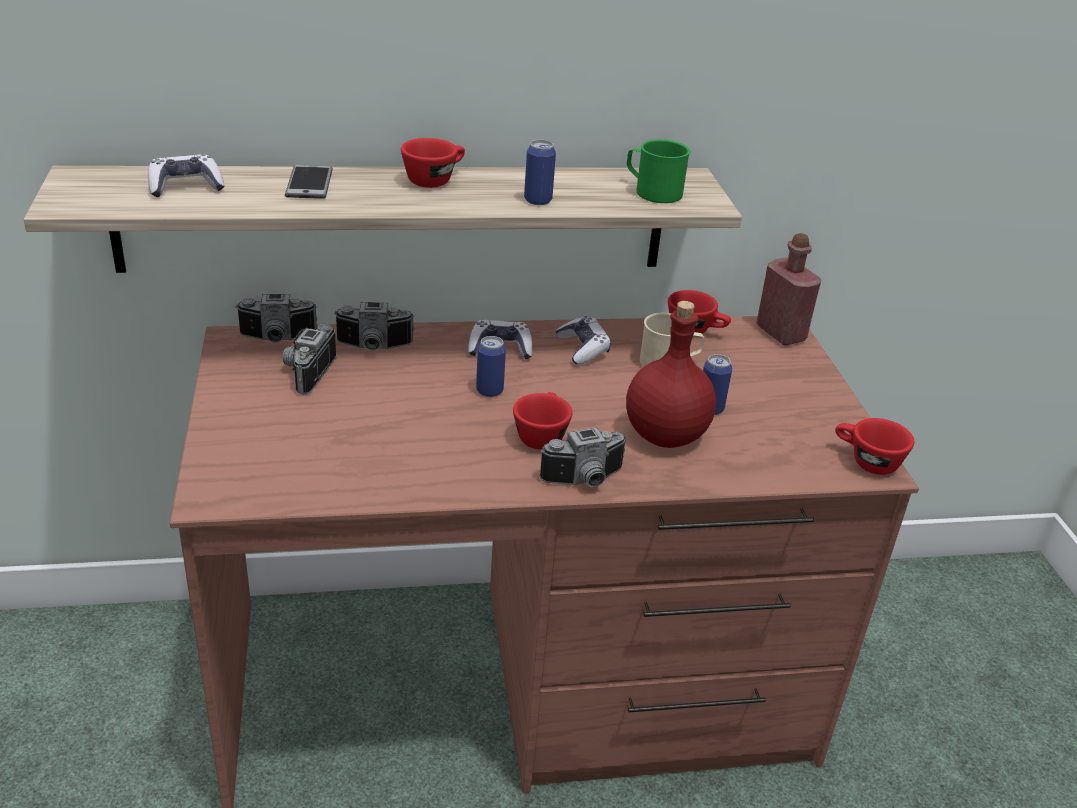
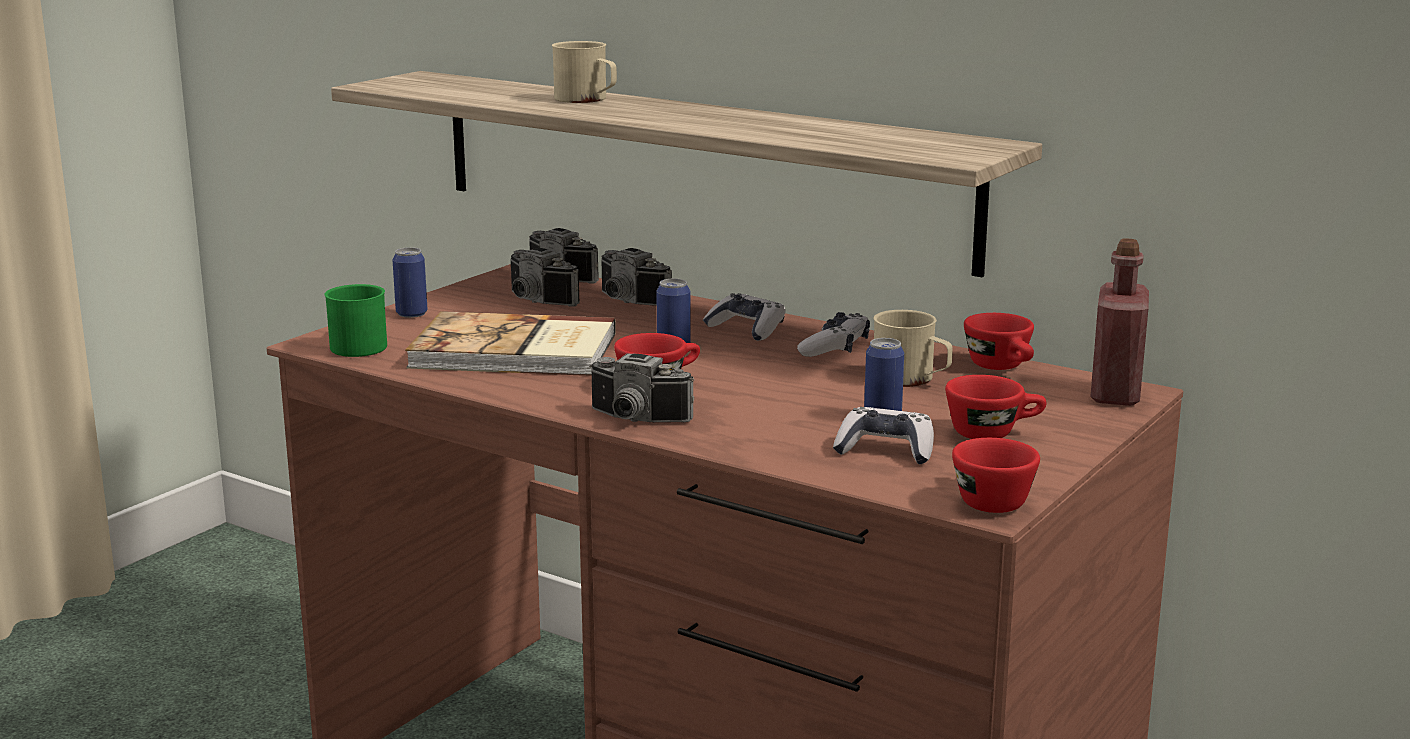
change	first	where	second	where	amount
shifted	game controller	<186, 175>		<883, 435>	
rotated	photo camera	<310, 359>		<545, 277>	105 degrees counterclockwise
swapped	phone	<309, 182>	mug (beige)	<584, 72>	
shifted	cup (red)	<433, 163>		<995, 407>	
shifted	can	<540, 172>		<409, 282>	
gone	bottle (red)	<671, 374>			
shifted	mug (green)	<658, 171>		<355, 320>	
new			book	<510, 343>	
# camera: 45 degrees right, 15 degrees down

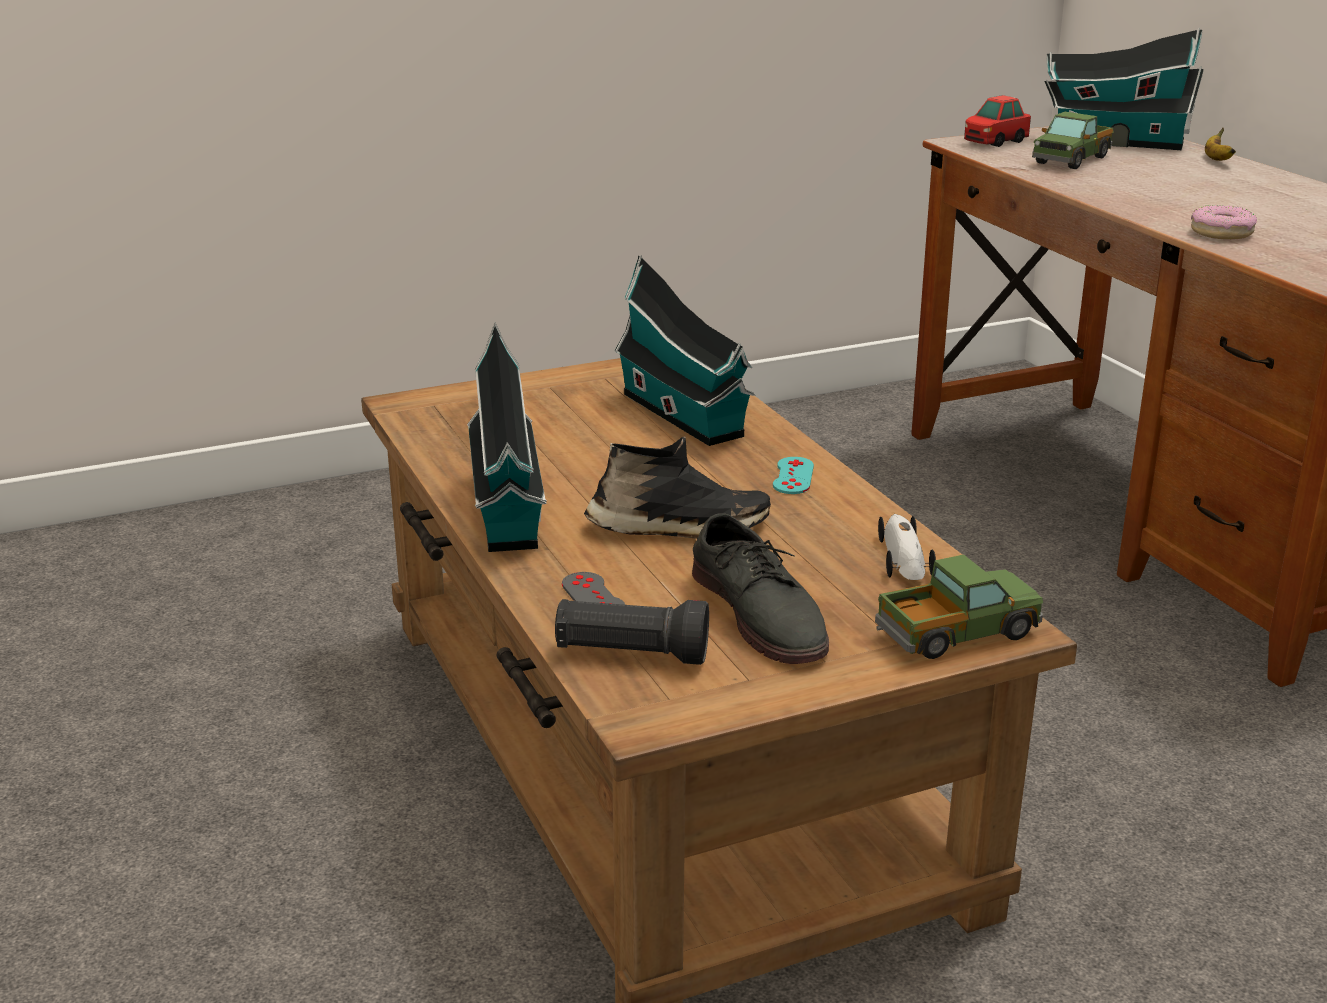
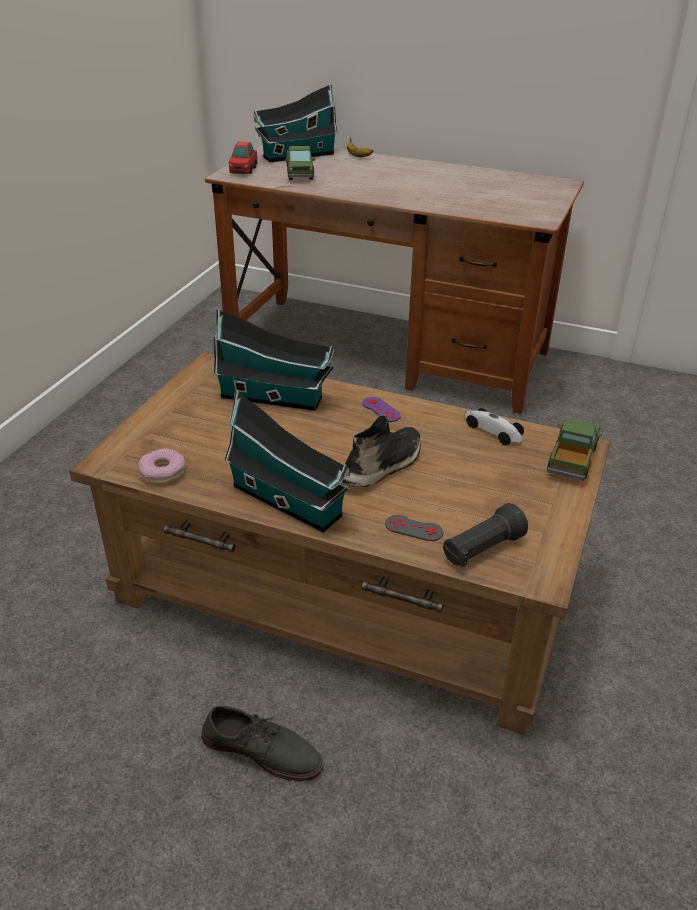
change	first	where	second	where	amount
shifted	shoe (grey)	<760, 588>		<262, 744>	
repainted	game controller (turquoise)	<793, 475>	game controller (purple)	<381, 409>	
shifted	donut	<1224, 222>		<161, 466>	
# camera: 45 degrees left, 10 degrees up

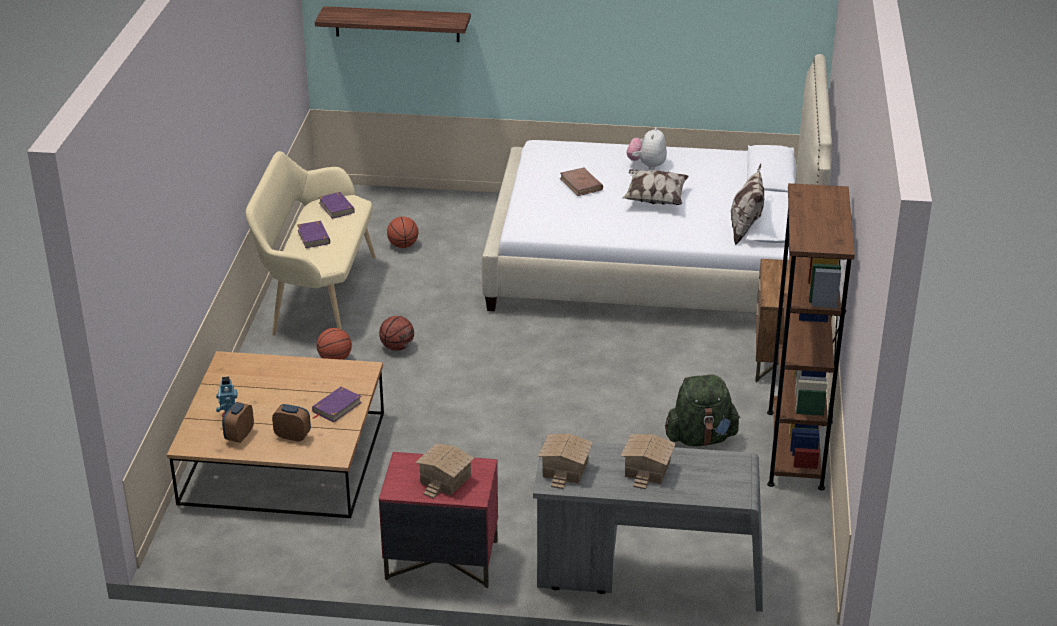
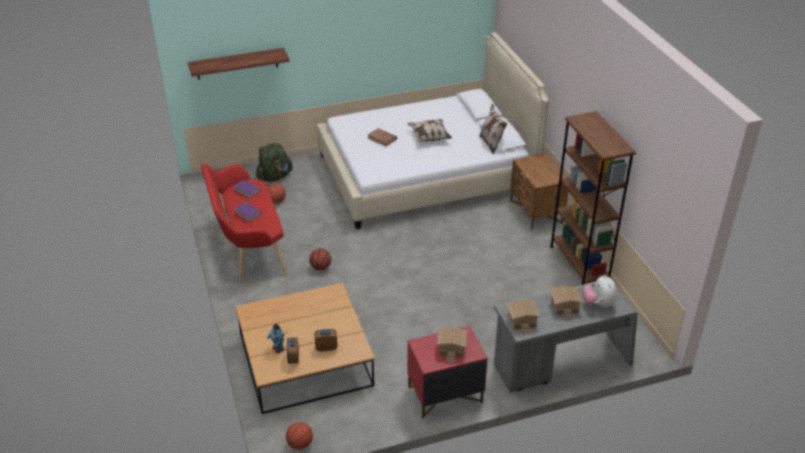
change	first	where	second	where	amount
repainted	bench (beige)	<311, 243>	bench (red)	<244, 223>	
gone	book (purple)	<337, 404>			
shifted	basketball	<334, 344>		<299, 436>	
shifted	plush toy	<647, 148>		<599, 291>	
shifted	backpack (green)	<702, 410>		<274, 162>	
# camera: 25 degrees left, 5 degrees up

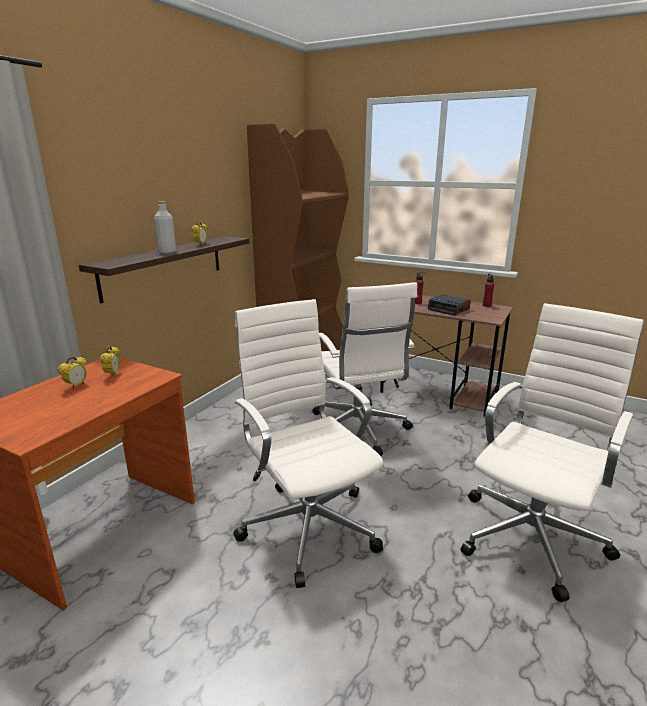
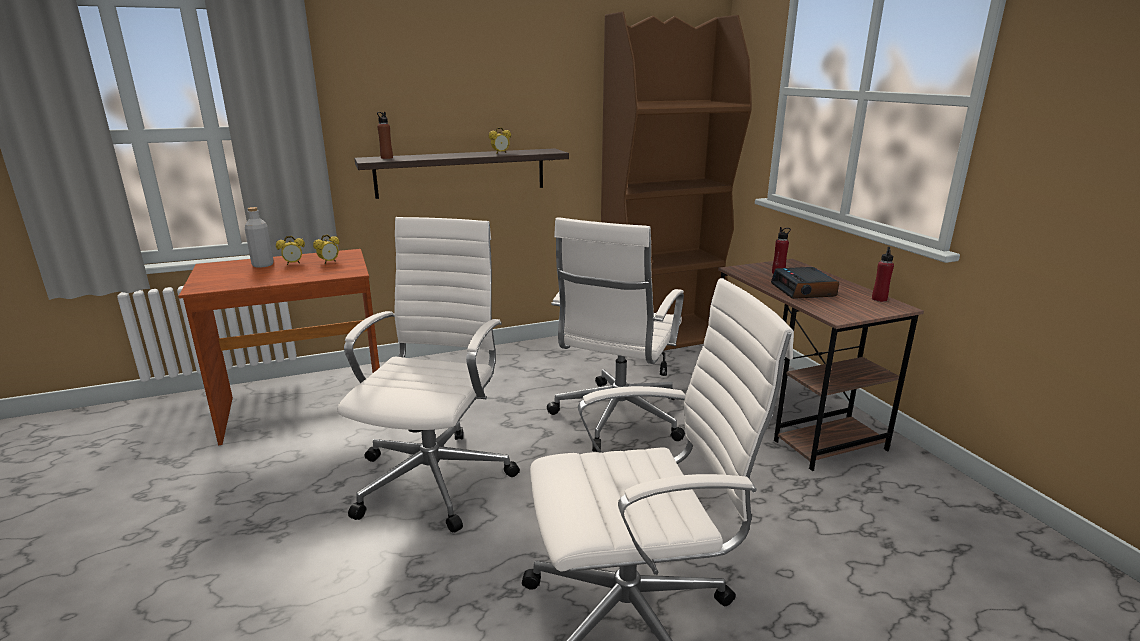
change	first	where	second	where	amount
shifted	bottle (grey)	<165, 227>		<259, 237>	
new			bottle (brown)	<385, 135>	
# camera: 40 degrees right, 0 degrees up

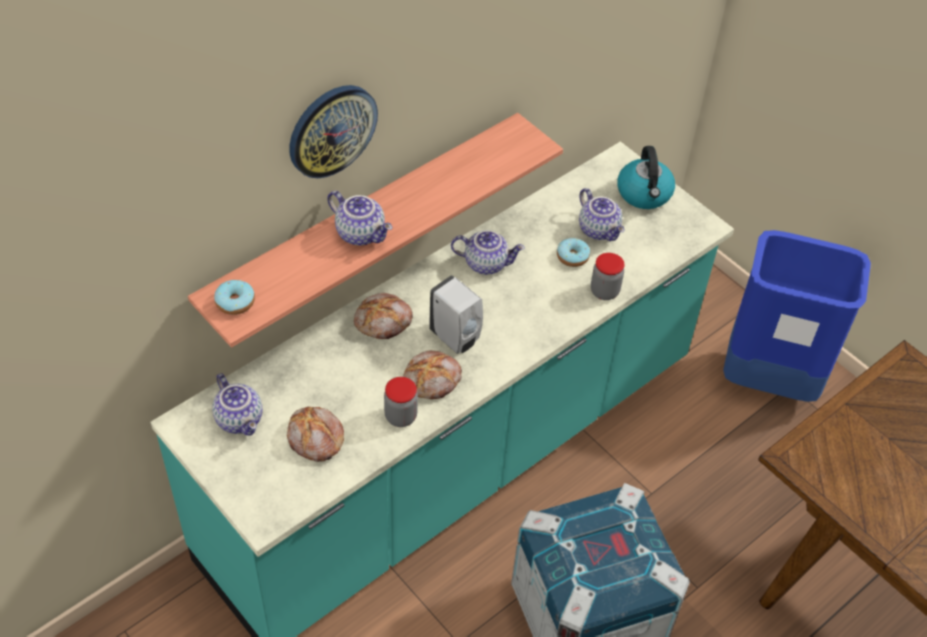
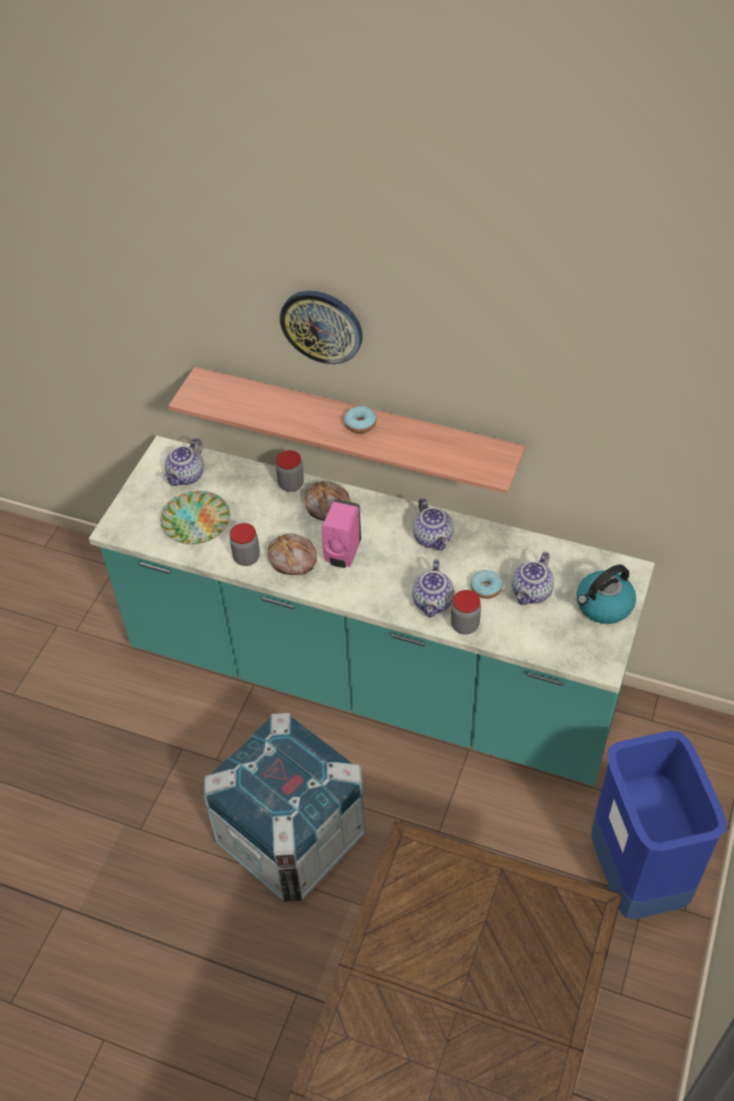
change	first	where	second	where	amount
shifted	donut	<234, 297>		<360, 419>	
swapped	bread	<315, 434>	plate	<195, 517>	
shifted	teapot	<359, 218>		<433, 588>	
repainted	soap dispenser (white)	<456, 314>	soap dispenser (pink)	<341, 533>	
new			jar	<290, 471>	
# camera: 65 degrees right, 0 degrees up

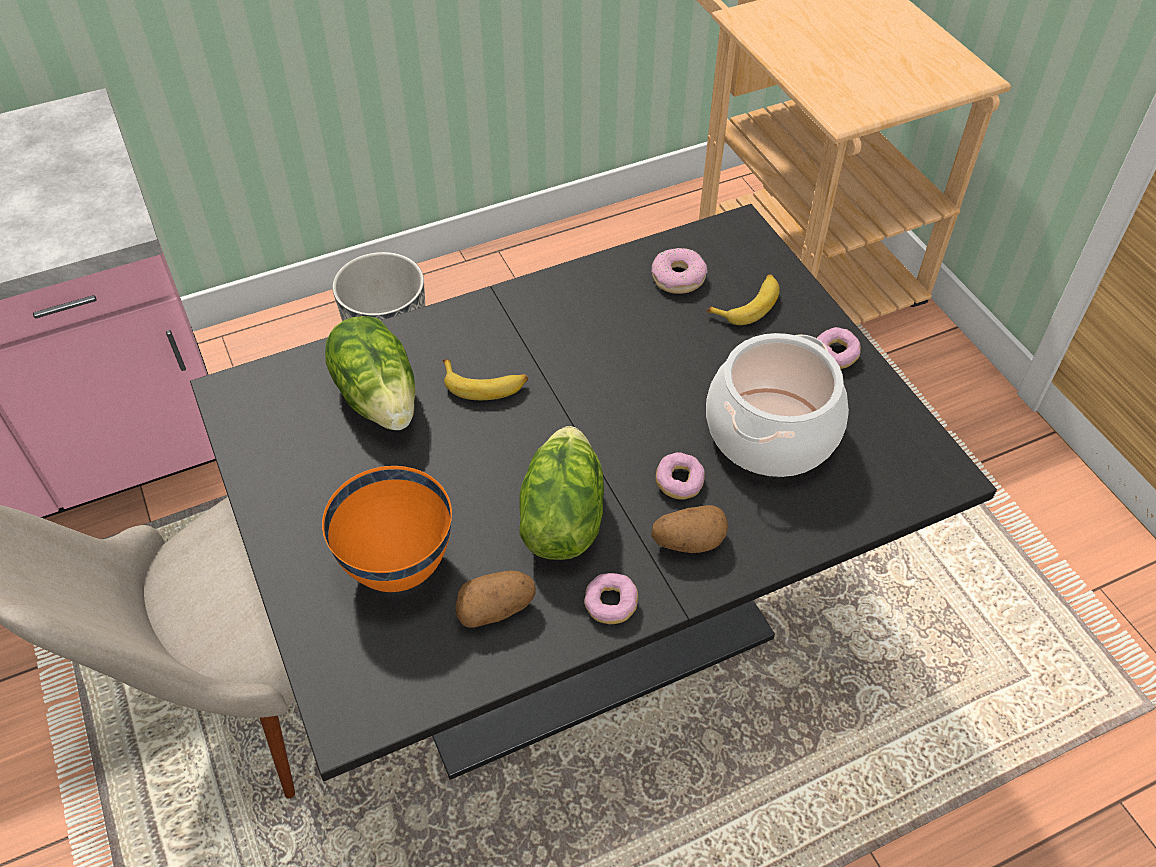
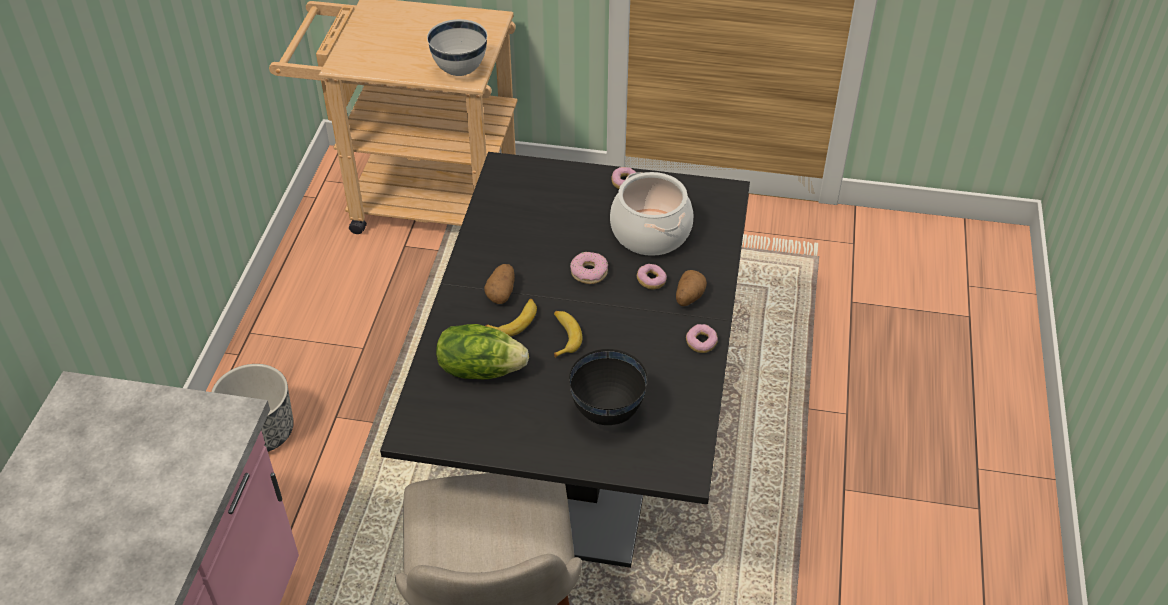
change	first	where	second	where	amount
repainted	bowl (orange)	<387, 529>	bowl (black)	<608, 387>	
shifted	potato	<495, 599>		<499, 284>	
gone	lettuce	<561, 493>			
shifted	donut	<680, 271>		<589, 268>	
shifted	banana	<743, 300>		<568, 334>	
new			bowl (white)	<457, 47>	
# camera: 55 degrees left, 5 degrees down

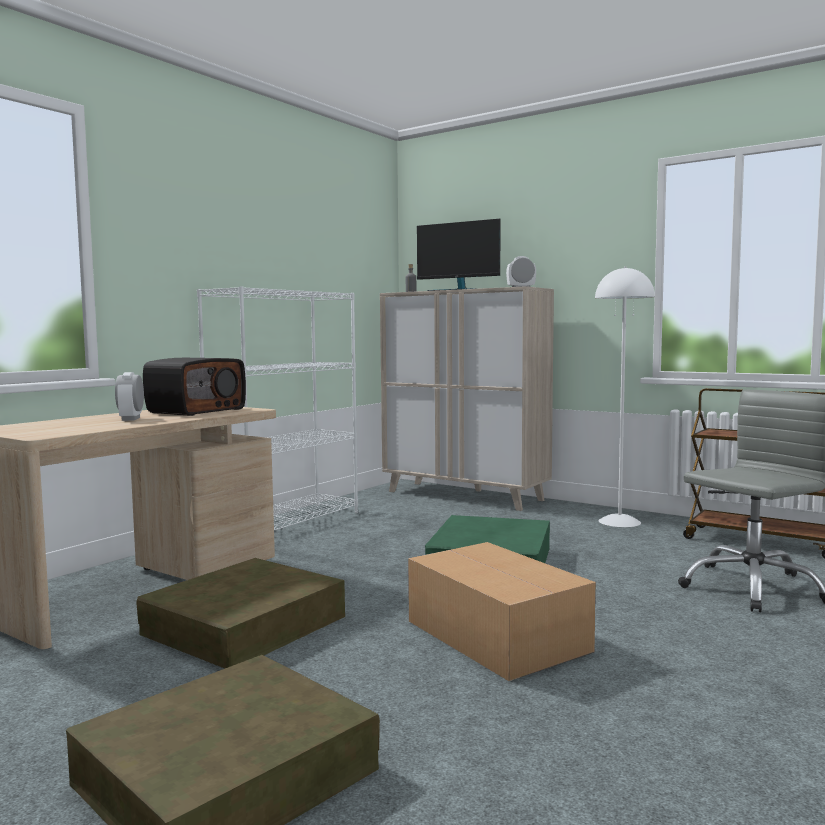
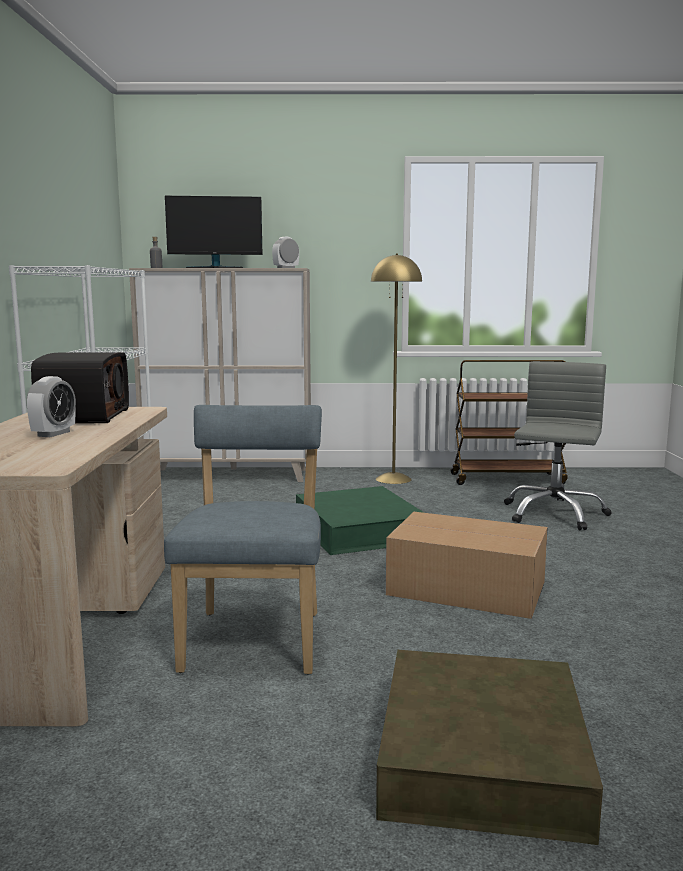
change	first	where	second	where	amount
rotated	alarm clock	<129, 396>		<51, 406>	120 degrees counterclockwise
swapped	storage box (brown)	<241, 613>	chair (blue)	<243, 540>	
repainted	floor lamp (white)	<625, 396>	floor lamp (yellow)	<396, 369>	
# camera: 35 degrees left, 5 degrees up

